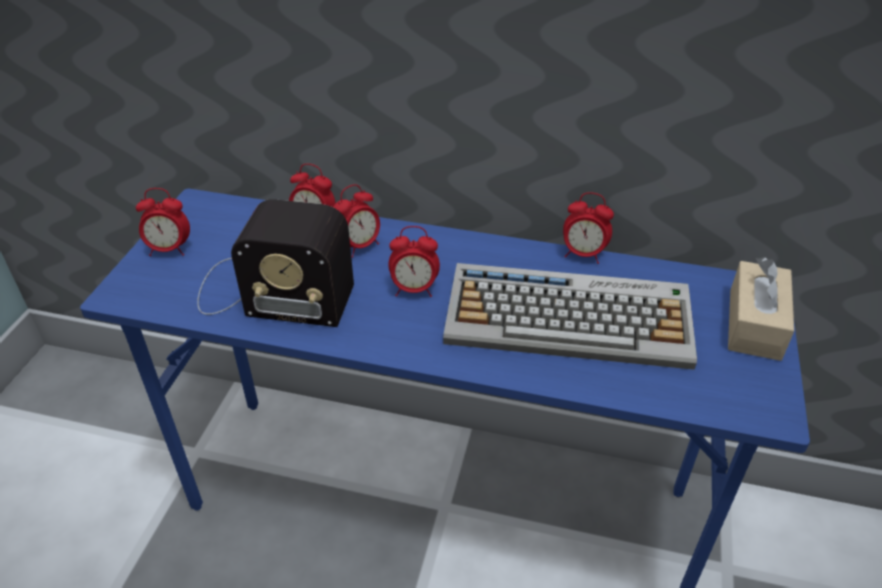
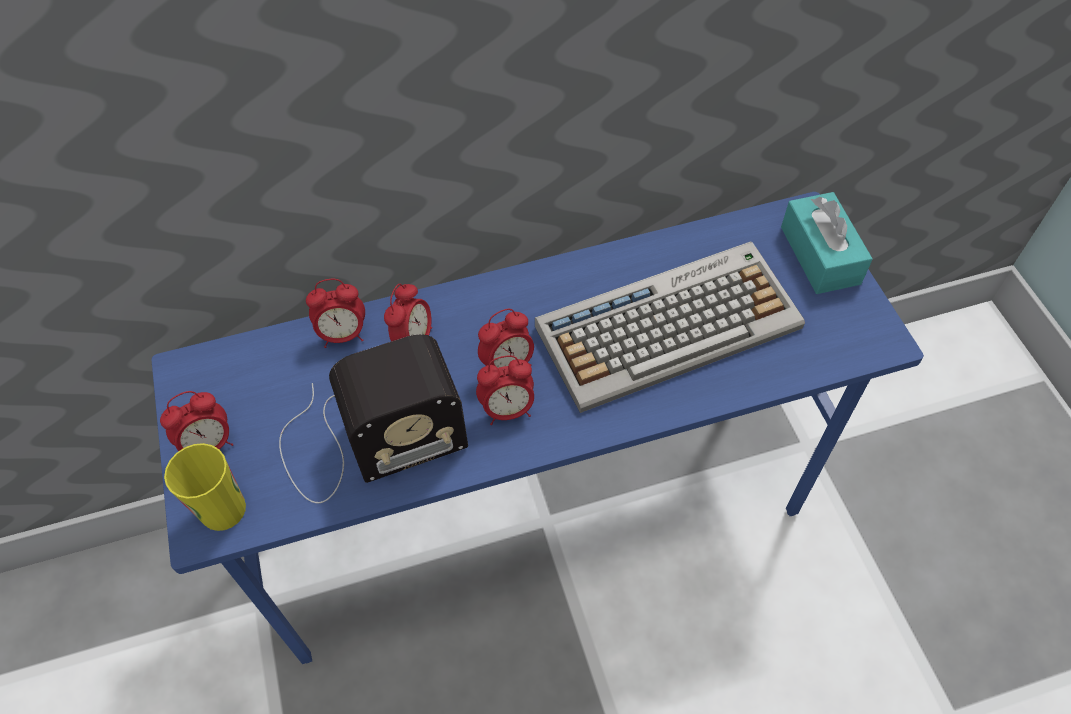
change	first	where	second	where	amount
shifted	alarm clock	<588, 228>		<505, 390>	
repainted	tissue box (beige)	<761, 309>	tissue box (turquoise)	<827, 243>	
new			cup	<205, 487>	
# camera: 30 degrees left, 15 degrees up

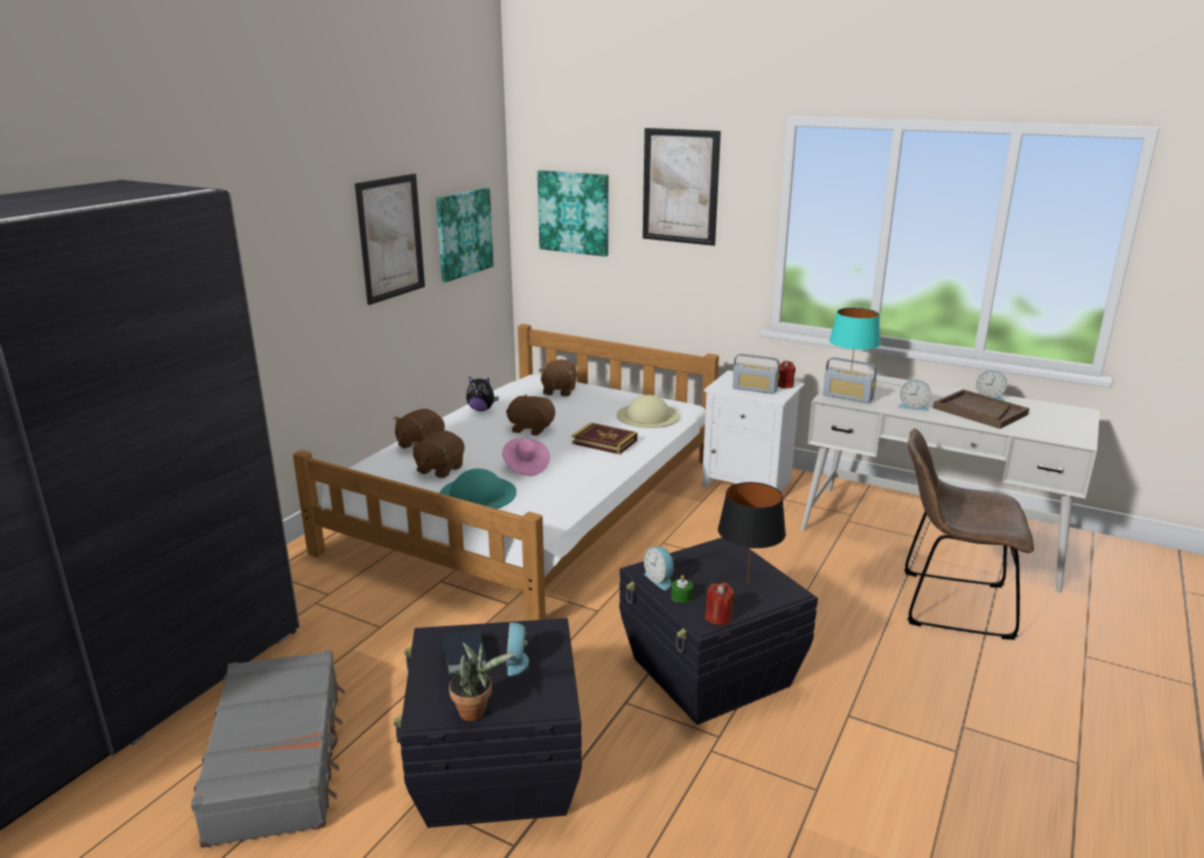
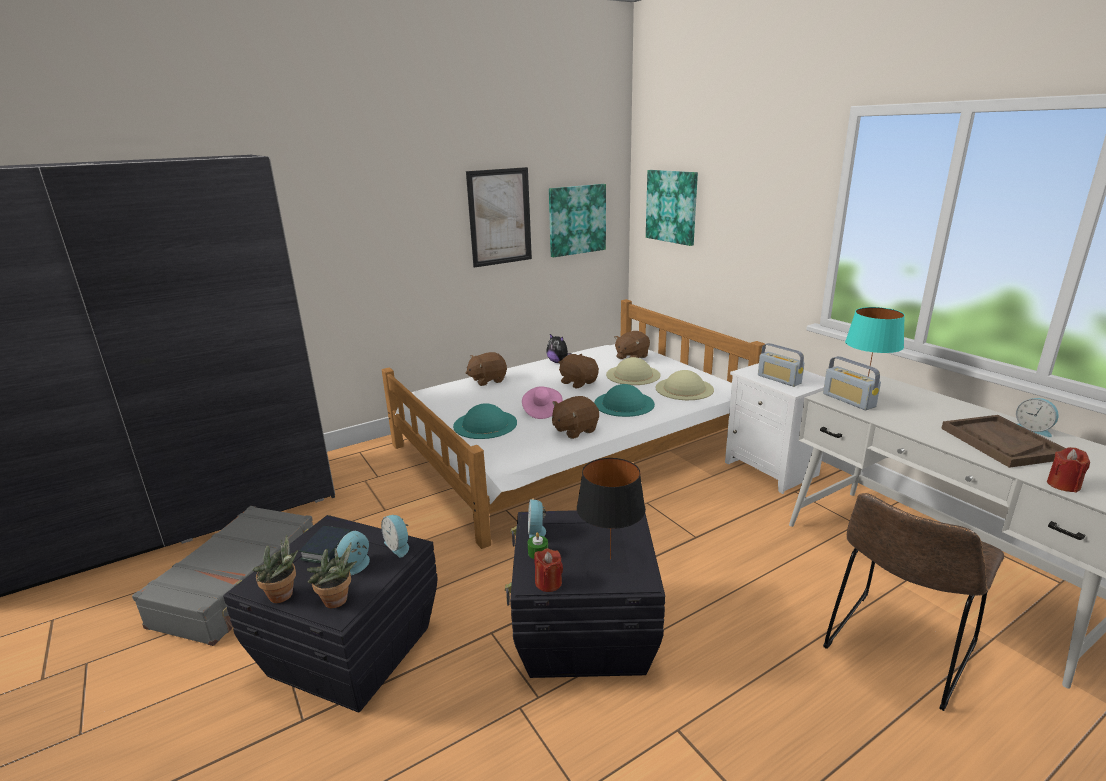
change	first	where	second	where	amount
shifted	plush toy (brown)	<438, 454>		<575, 417>	
swapped	book	<604, 438>	hat (turquoise)	<624, 400>	
gone	picture	<682, 187>			
shifted	candle (red)	<786, 374>		<1068, 470>	
shifted	alarm clock	<914, 395>		<395, 536>	
rotated	chair (brown)	<969, 534>		<914, 602>	90 degrees counterclockwise
new			potted plant	<332, 575>	
new			hat (beige)	<633, 371>	
# camera: 30 degrees right, 0 degrees up

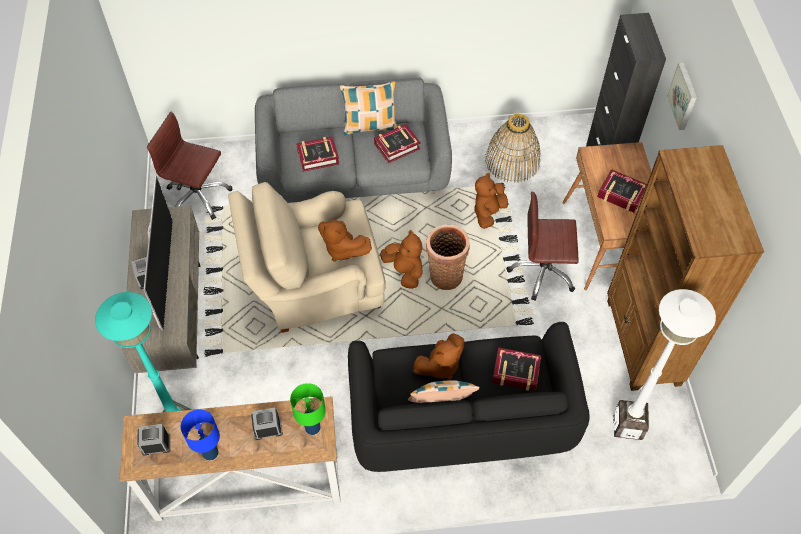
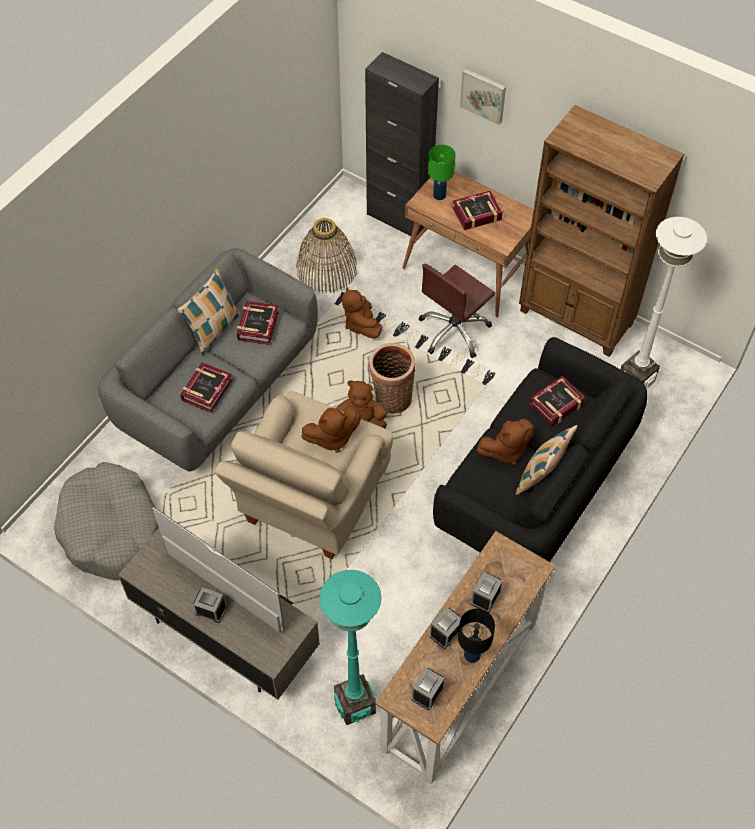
change	first	where	second	where	amount
swapped	office chair (brown)	<189, 166>	dog bed (grey)	<106, 521>	
repainted	table lamp (blue)	<200, 434>	table lamp (black)	<476, 635>	
shifted	table lamp (green)	<308, 409>		<442, 172>	
rotated	plush toy (brown)	<438, 356>		<505, 442>	60 degrees clockwise
new			alarm clock	<446, 628>	
# camera: 50 degrees left, 0 degrees up

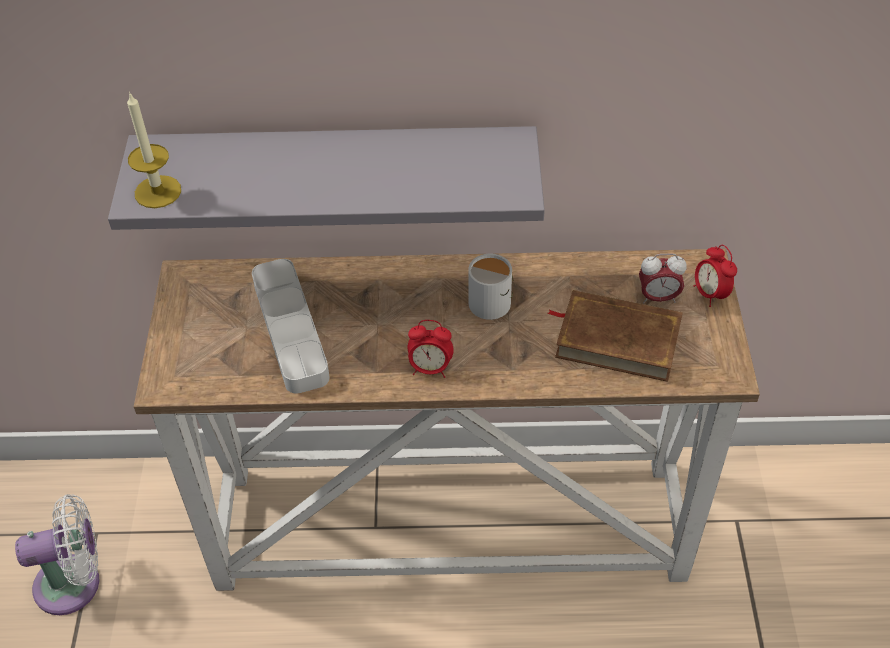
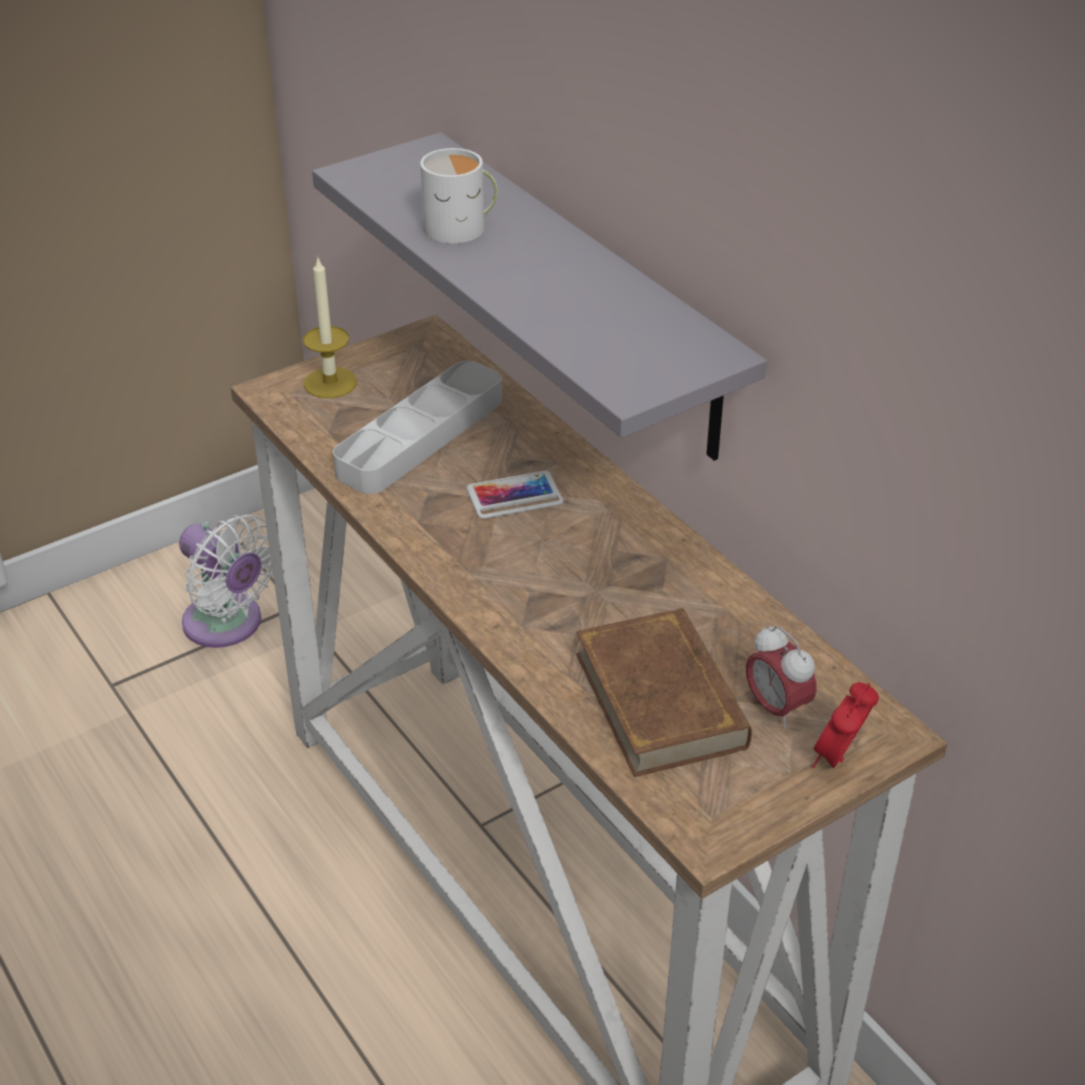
change	first	where	second	where	amount
shifted	candle	<154, 150>		<330, 327>	
gone	alarm clock	<430, 349>			
shifted	mug (white)	<490, 286>		<459, 195>	
new			phone	<514, 495>	
# camera: 55 degrees right, 10 degrees down

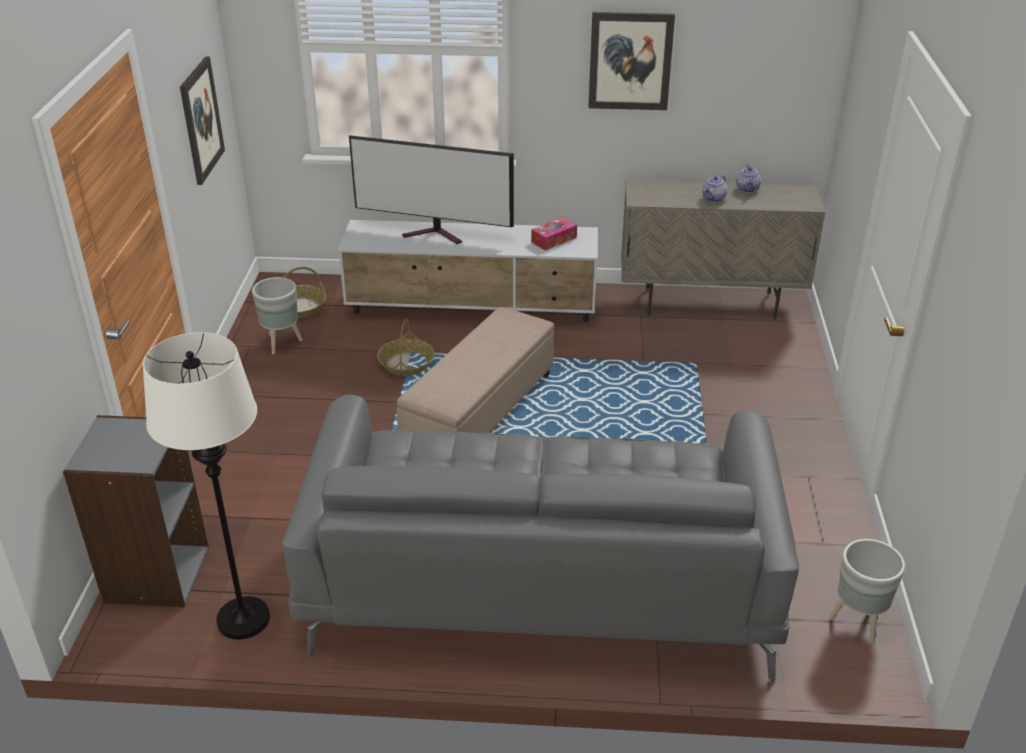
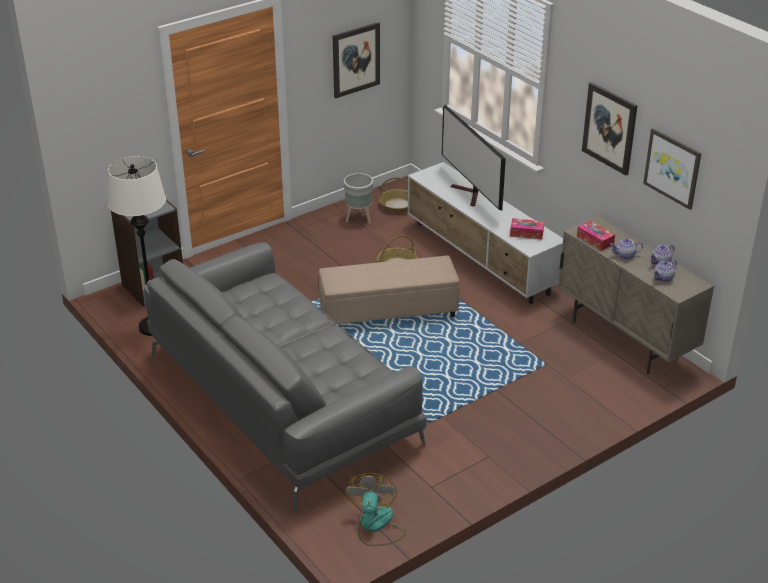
change	first	where	second	where	amount
swapped	planter (grey)	<867, 591>	fan	<375, 509>	
new			tissue box	<596, 236>	
new			picture	<672, 169>	
new			teapot	<665, 271>	
# camera: 50 degrees right, 0 degrees up

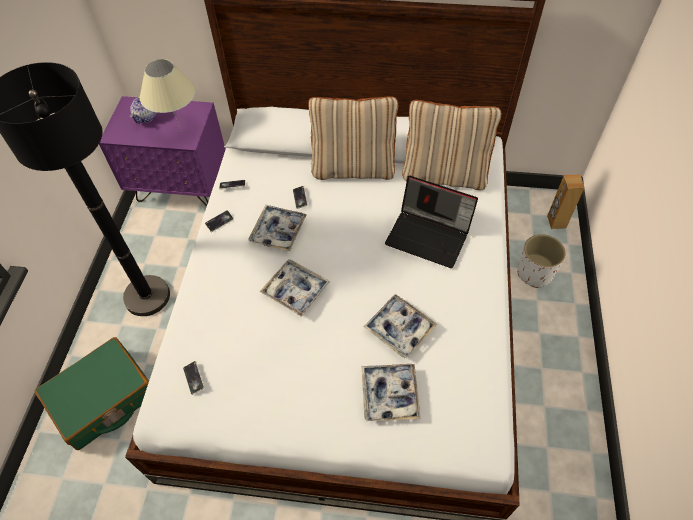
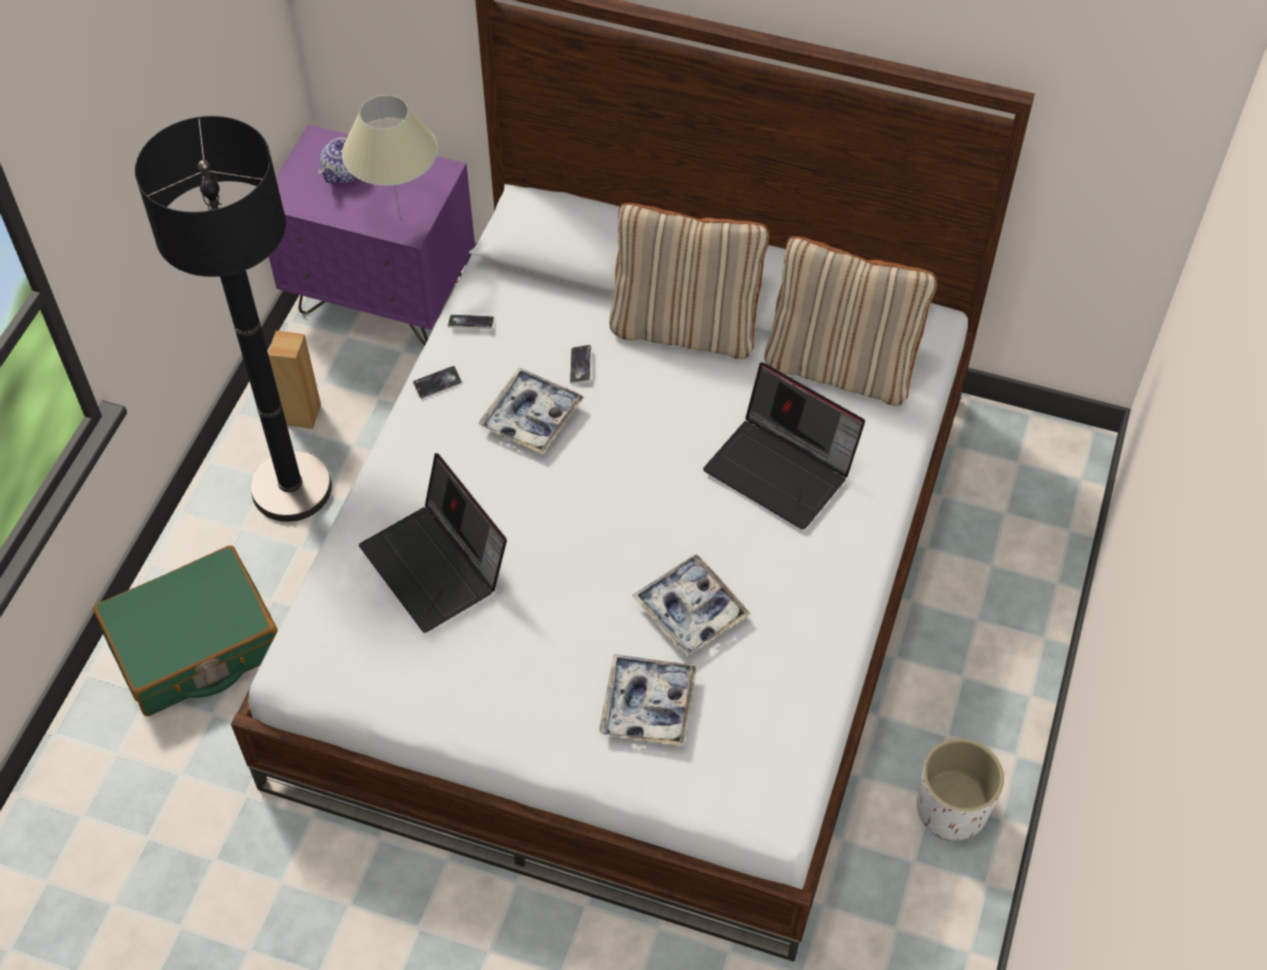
change	first	where	second	where	amount
gone	phone	<194, 378>			
gone	tray	<294, 288>			
shifted	planter (white)	<541, 261>		<960, 789>	
shifted	speaker (brown)	<566, 202>		<294, 379>	
new			laptop	<433, 543>	
# camera: 10 degrees right, 0 degrees up

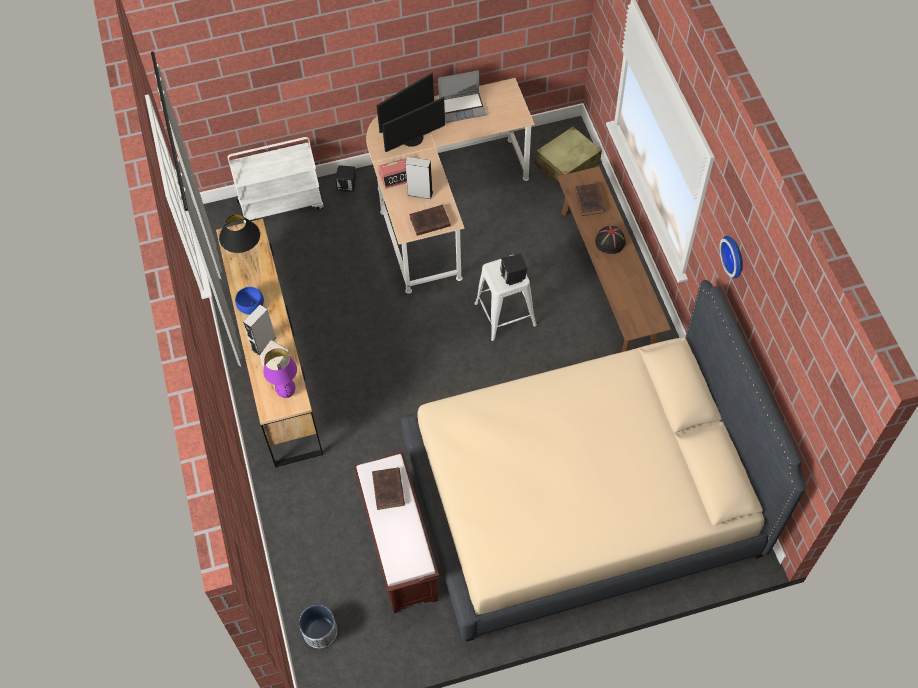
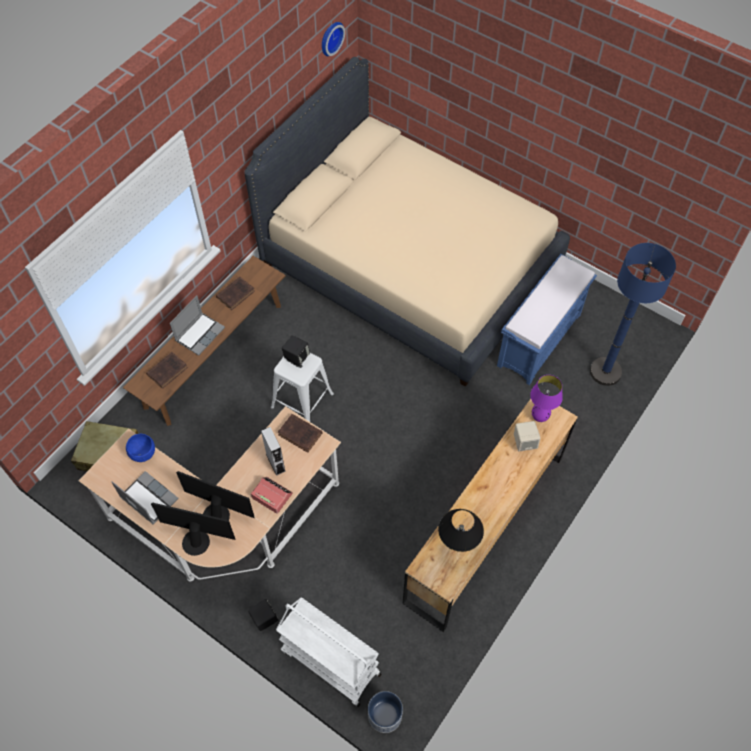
change	first	where	second	where	amount
shifted	bowl (blue)	<249, 301>		<140, 448>	
gone	speaker (grey)	<259, 330>			
shifted	planter	<318, 626>		<385, 712>	
repainted	bench (brown)	<396, 532>	bench (blue)	<547, 319>	
shifted	book (brown)	<388, 488>		<235, 293>	
swapped	hat (black)	<610, 240>	laptop	<197, 325>	
shifted	wall clock	<731, 257>		<333, 39>	
new			floor lamp (blue)	<633, 314>	
# camera: 130 degrees left, 0 degrees up

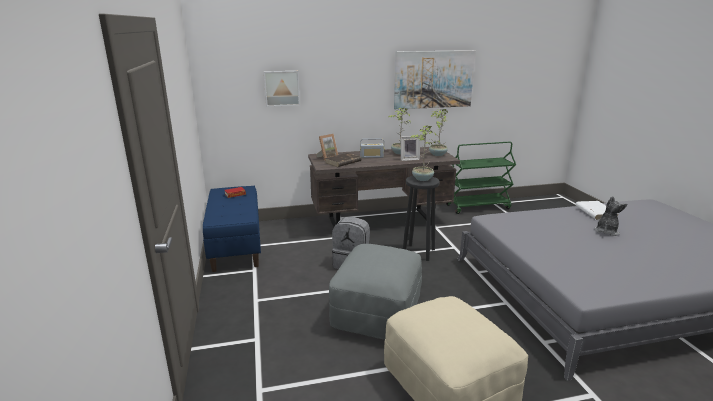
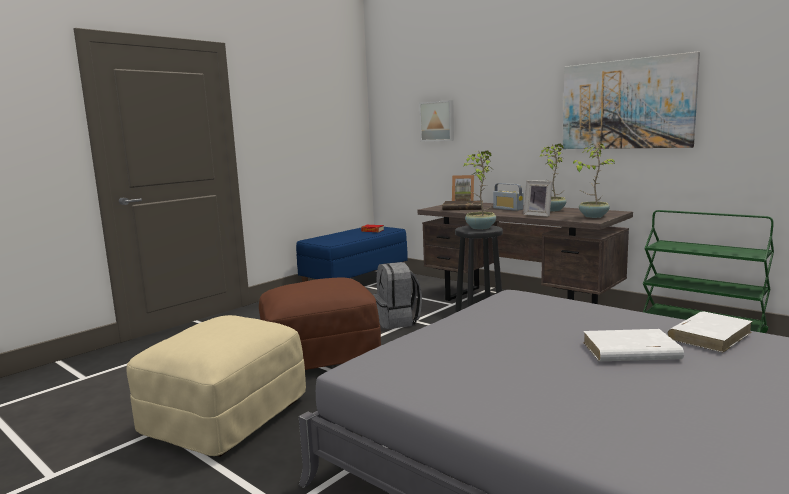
change	first	where	second	where	amount
repainted	ottoman (grey)	<375, 292>	ottoman (brown)	<320, 323>	
swapped	plush toy	<610, 216>	book (white)	<633, 345>	
# camera: 55 degrees right, 10 degrees down

